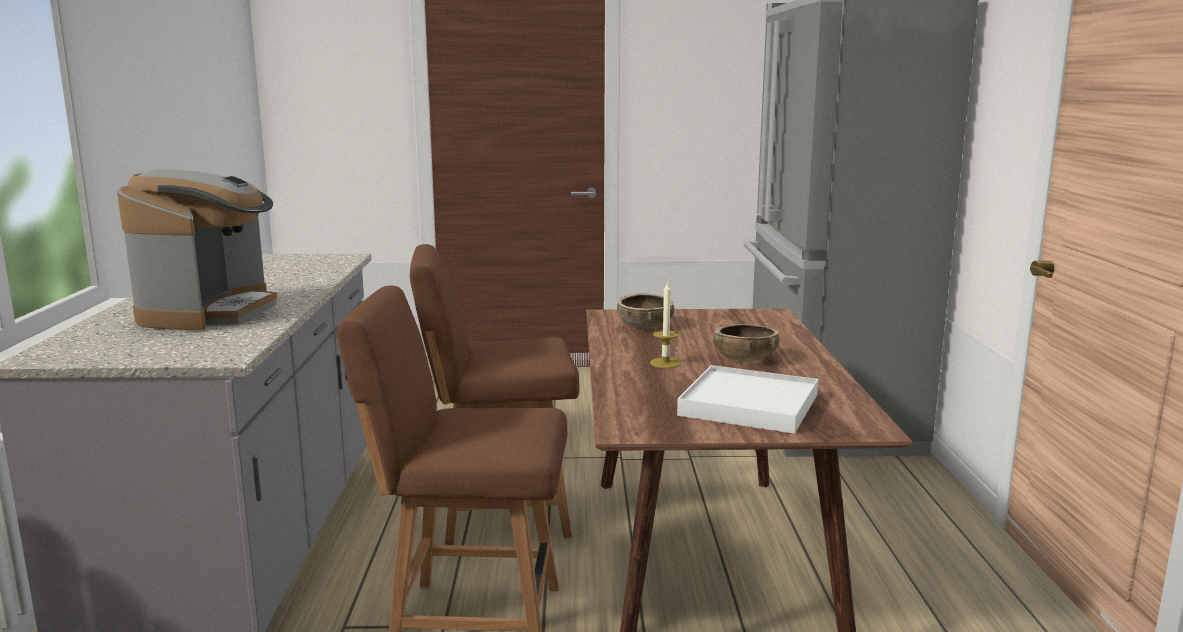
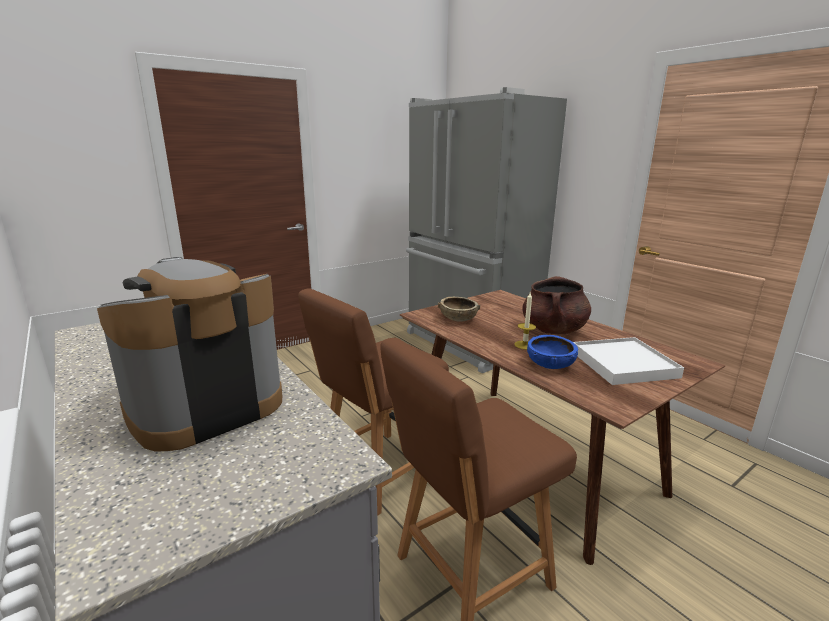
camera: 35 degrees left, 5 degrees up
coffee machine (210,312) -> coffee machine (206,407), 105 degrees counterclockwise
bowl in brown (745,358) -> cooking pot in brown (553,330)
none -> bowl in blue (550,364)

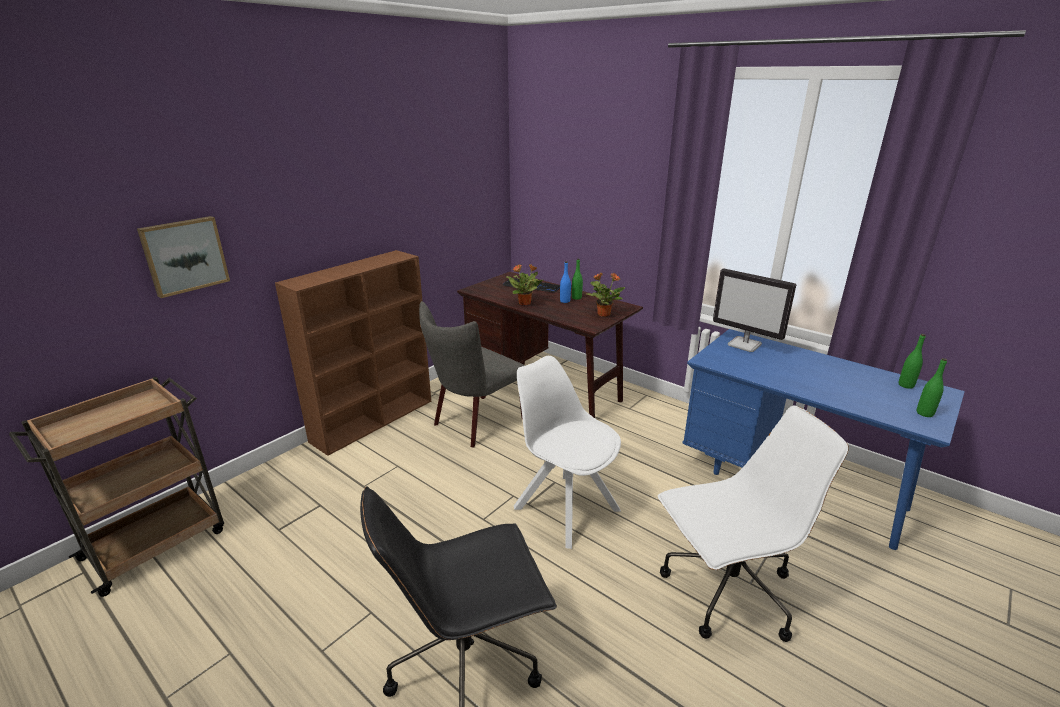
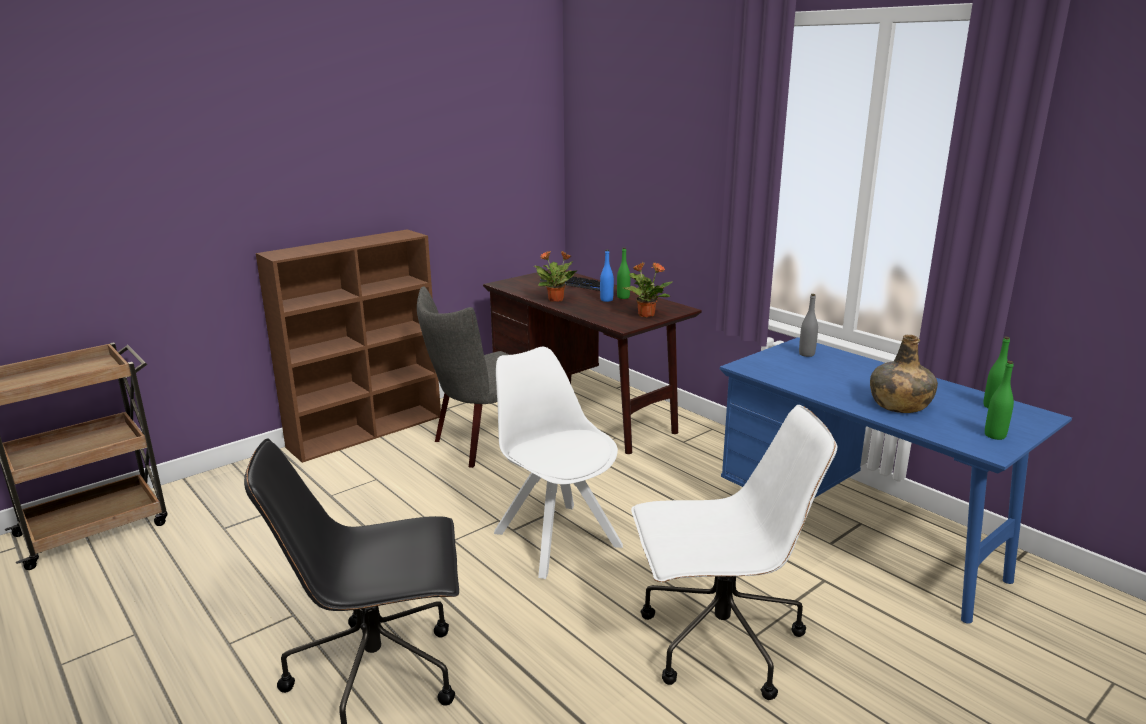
camera: 10 degrees right, 5 degrees down
picture (184,255) -> none
monitor (745,345) -> bottle in grey (806,354)
none -> bottle in green (899,405)

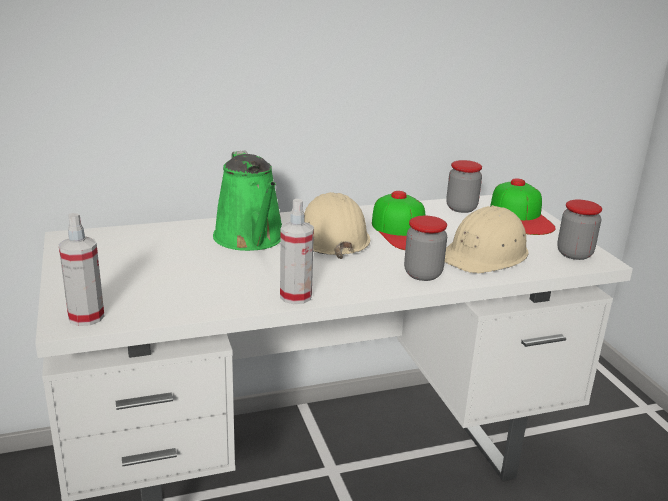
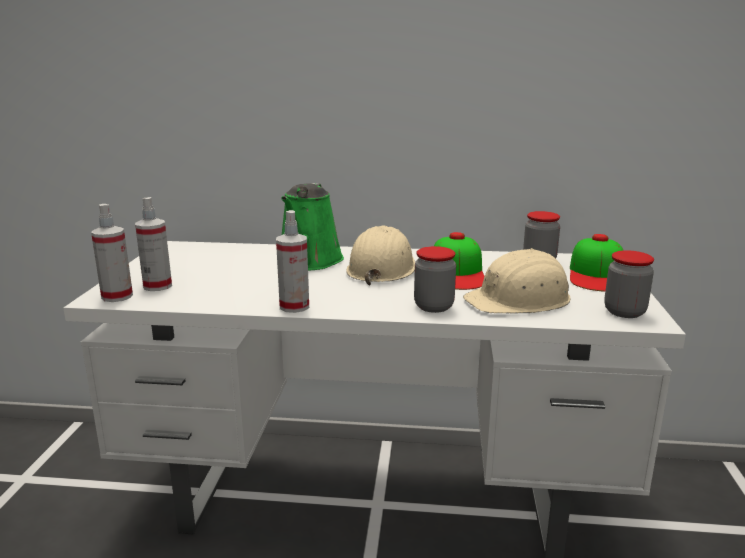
camera: 25 degrees right, 5 degrees down
none -> spray bottle (157,286)

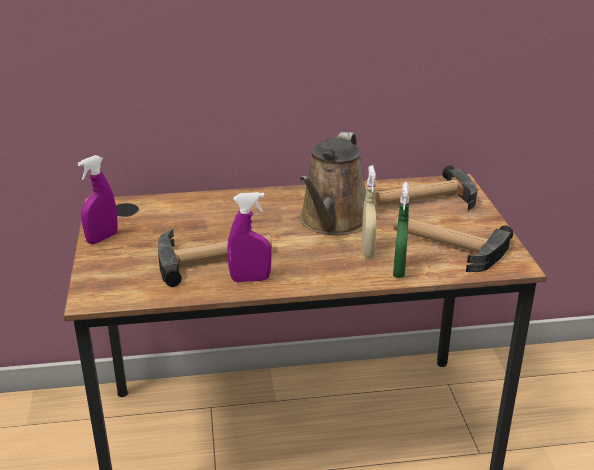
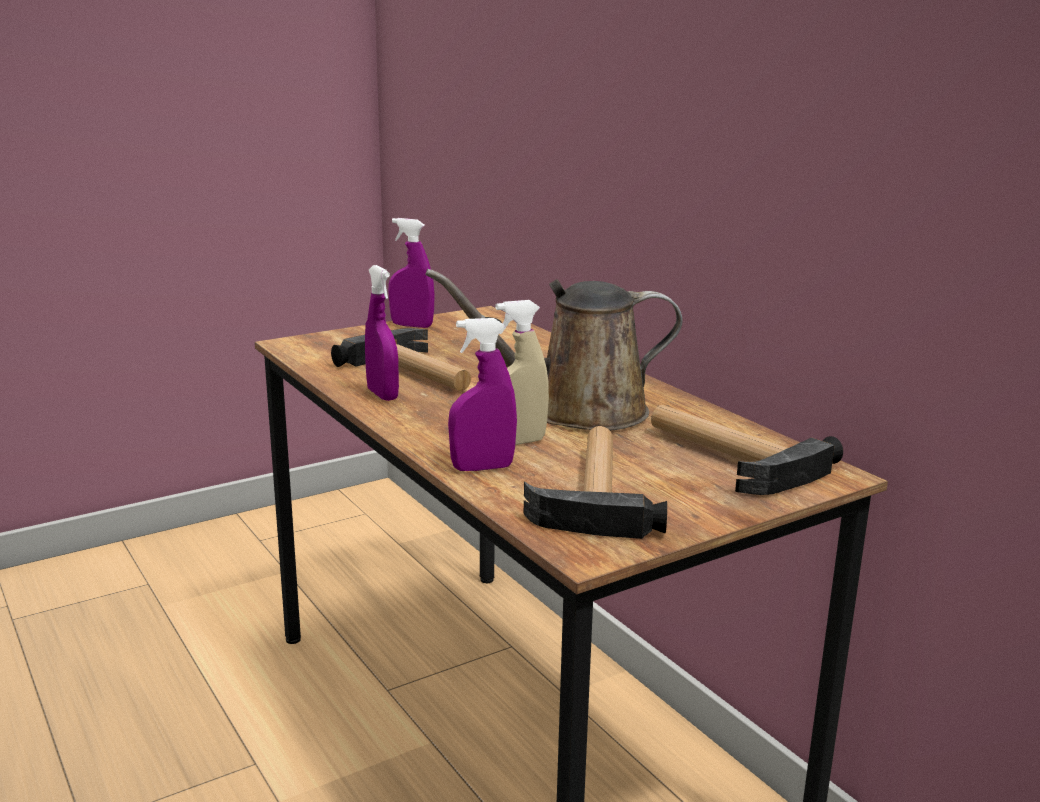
camera: 65 degrees right, 10 degrees down
spray bottle in green (399,270) -> spray bottle in purple (482,468)

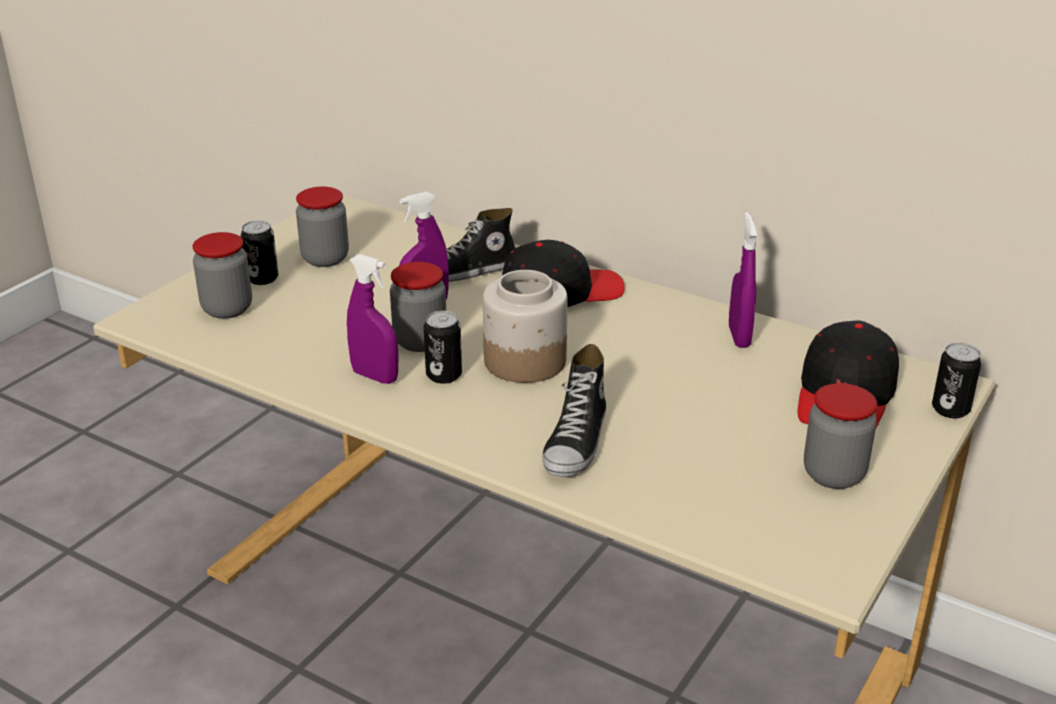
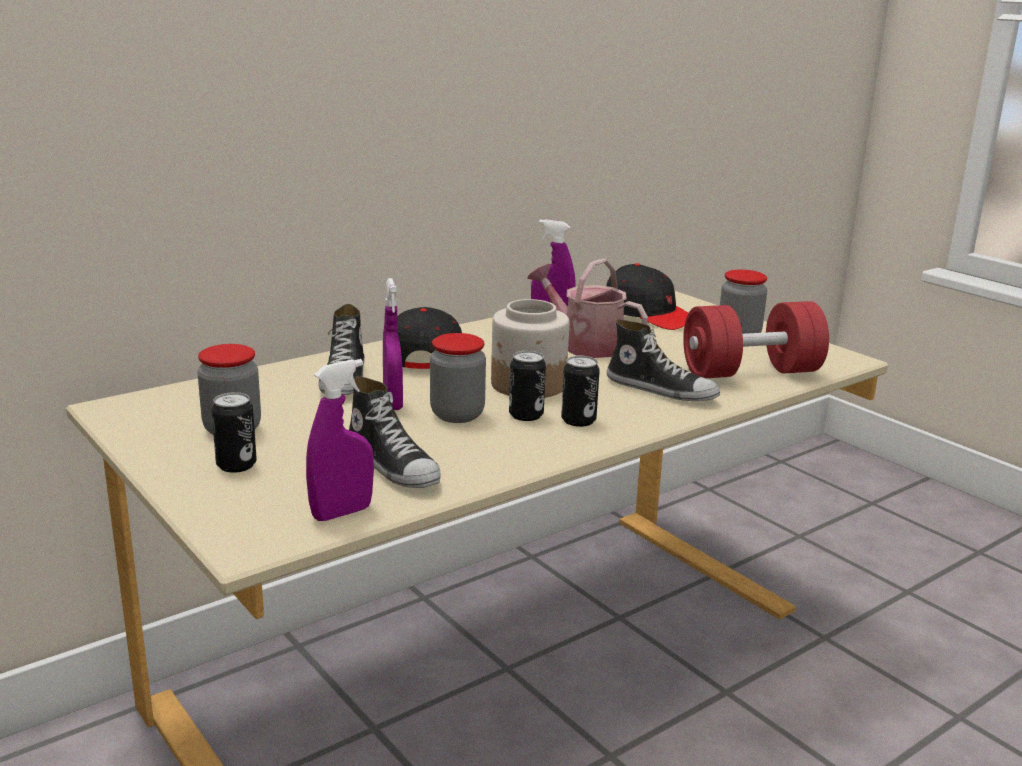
camera: 70 degrees left, 10 degrees down
jar (227,309) -> none
spray bottle in purple (375,376) -> spray bottle in purple (342,513), moved
can (950,409) -> can (578,420), moved
none -> shoe (393,466)
none -> watering can (584,345)
none -> dumbbell in red (750,372)

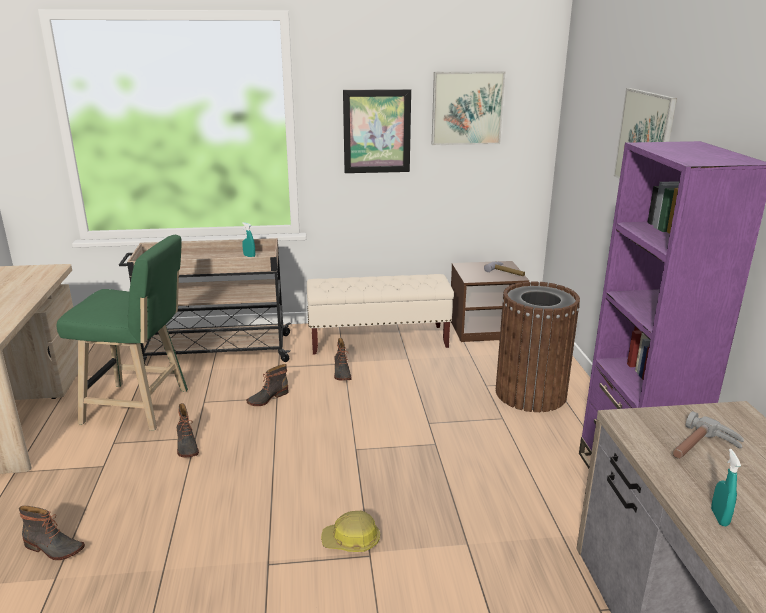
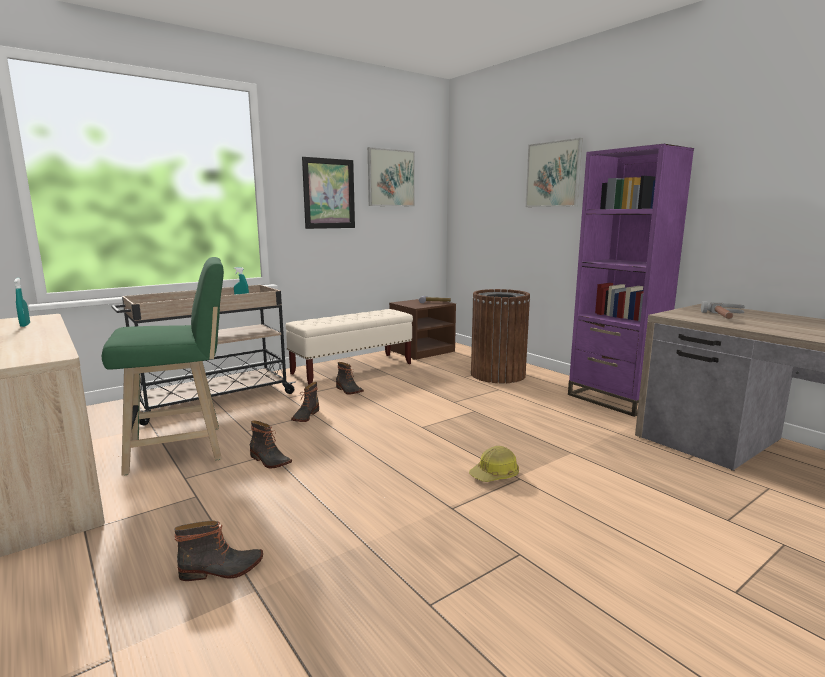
camera: 30 degrees left, 10 degrees down
spray bottle in turquoise (719,517) -> spray bottle in turquoise (25,325), moved

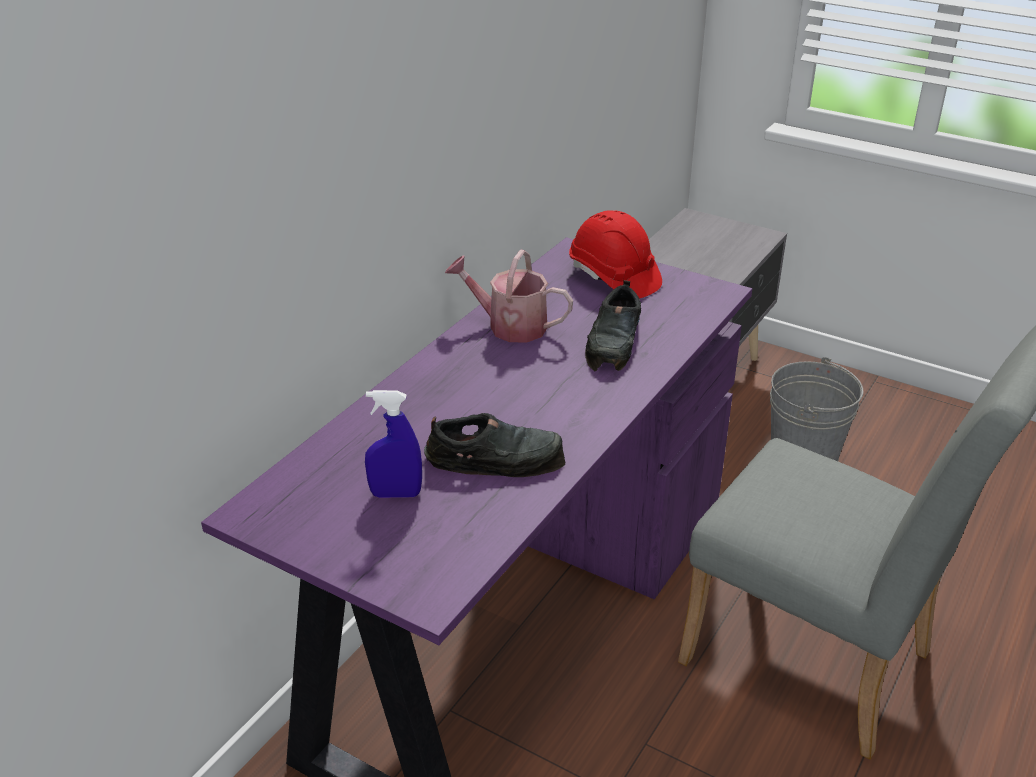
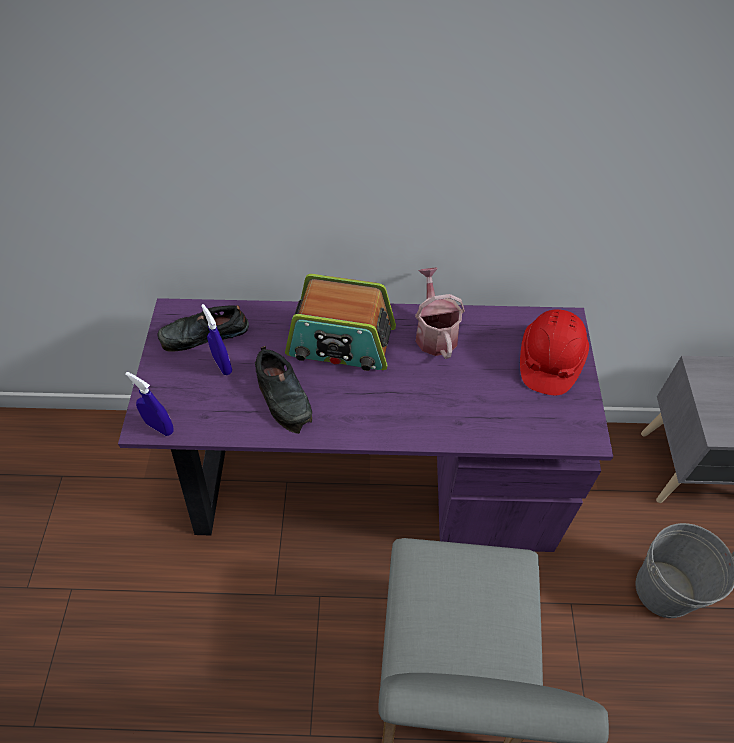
camera: 60 degrees right, 20 degrees up
shoe in black (614,341) -> shoe in black (203,335), moved
none -> spray bottle in blue (160,427)
none -> radio (341,342)

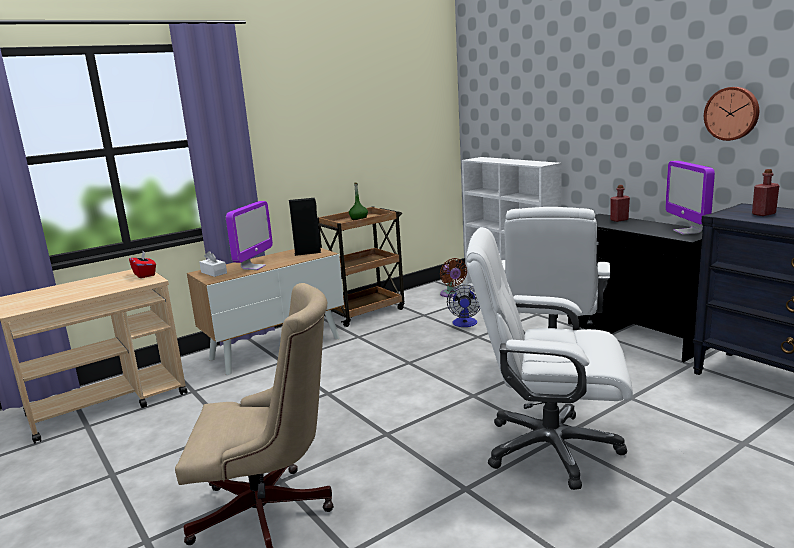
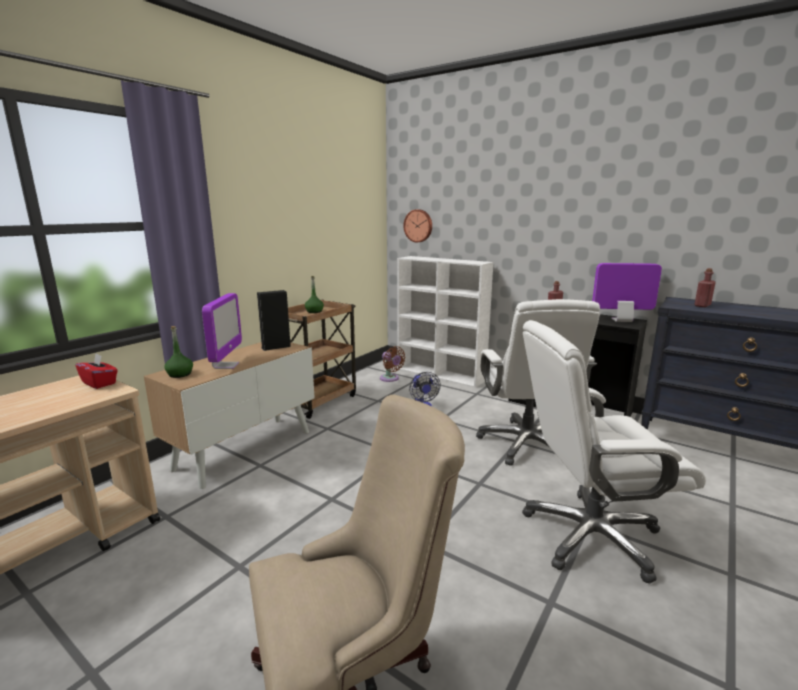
camera: 20 degrees left, 0 degrees up
tissue box in white (214,273) -> bottle in green (180,374)
monitor (687,231) -> monitor (621,320), 120 degrees clockwise
wall clock (732,113) -> wall clock (418,226), moved

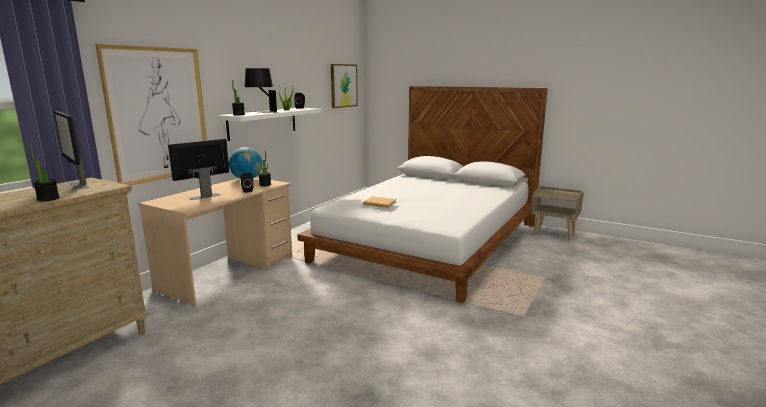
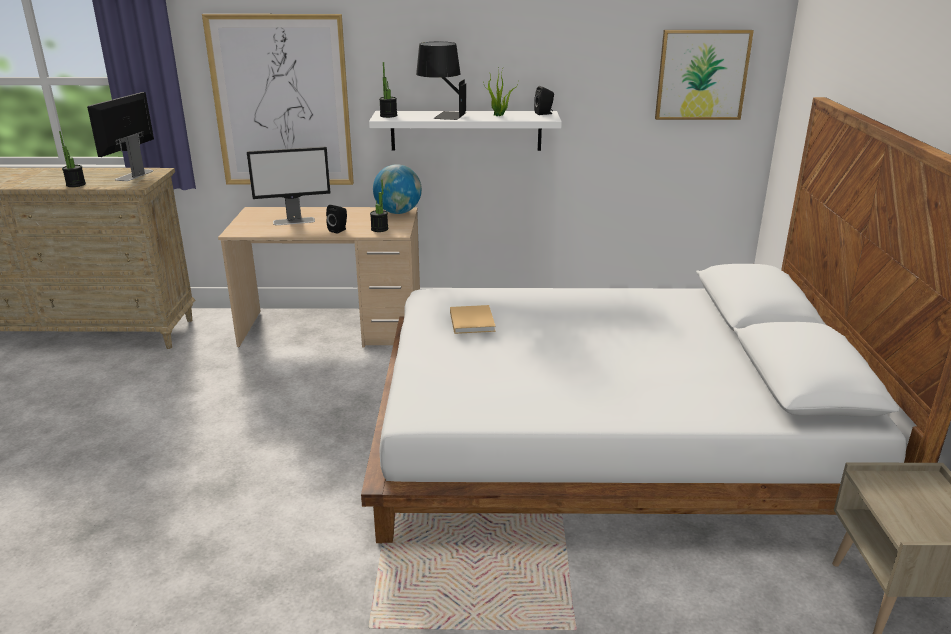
camera: 60 degrees right, 10 degrees up
monitor (205,196) -> monitor (294,221), 150 degrees clockwise

